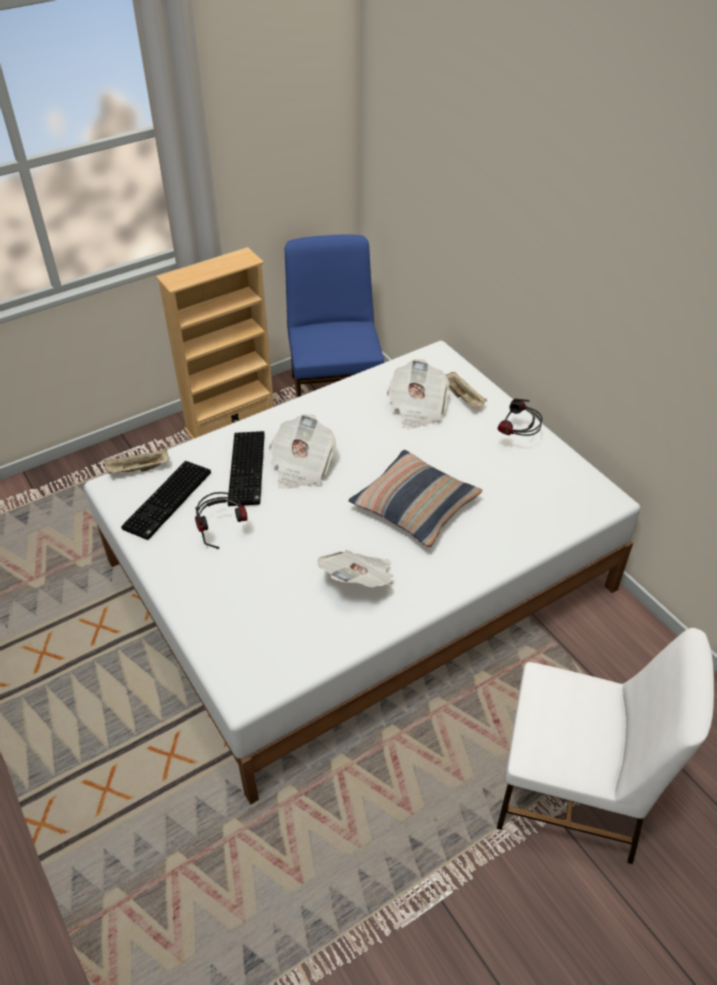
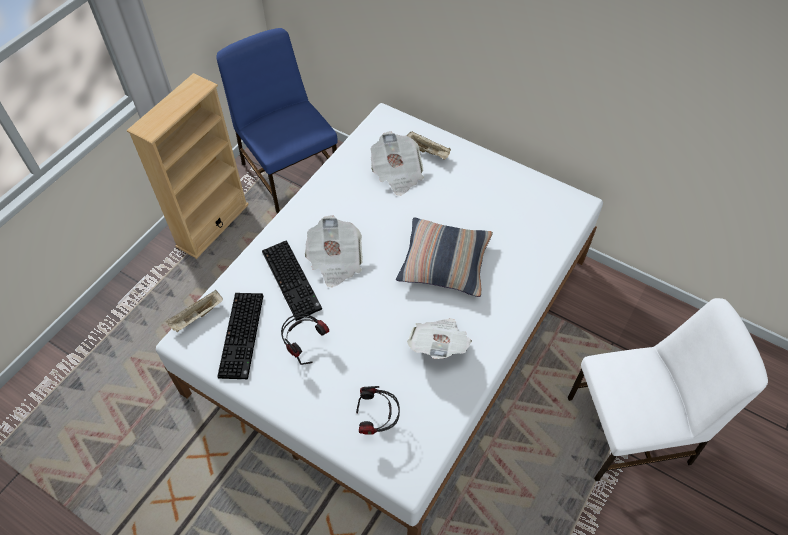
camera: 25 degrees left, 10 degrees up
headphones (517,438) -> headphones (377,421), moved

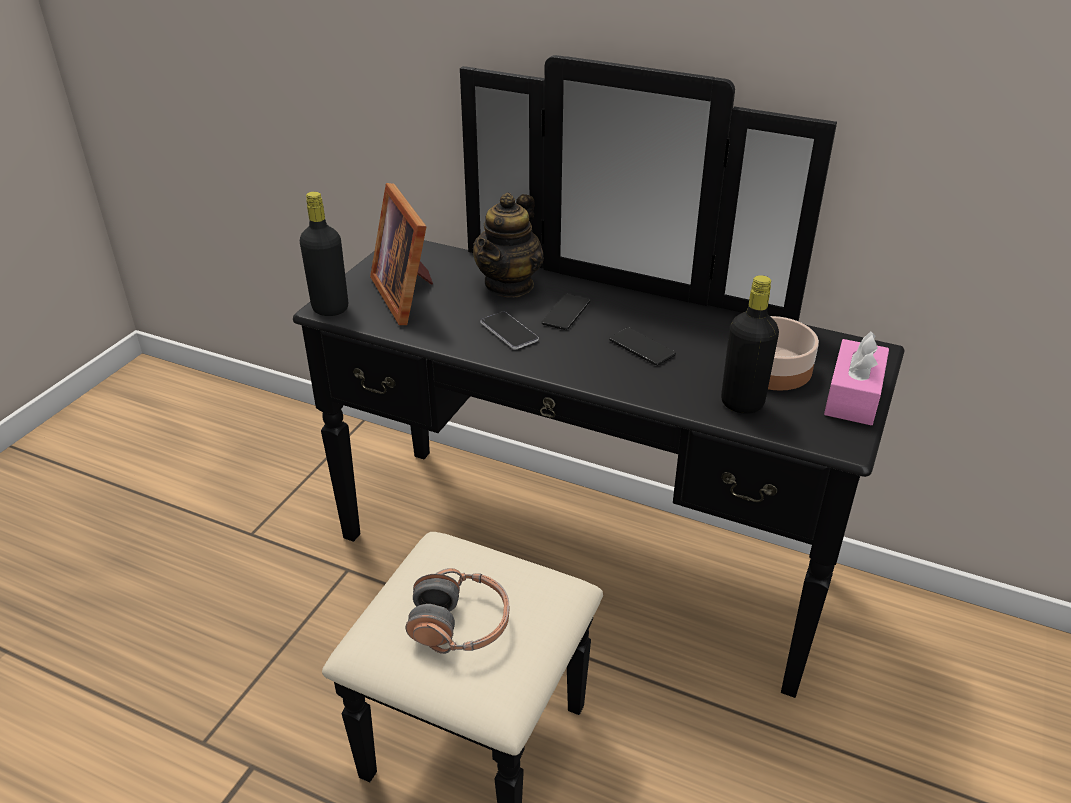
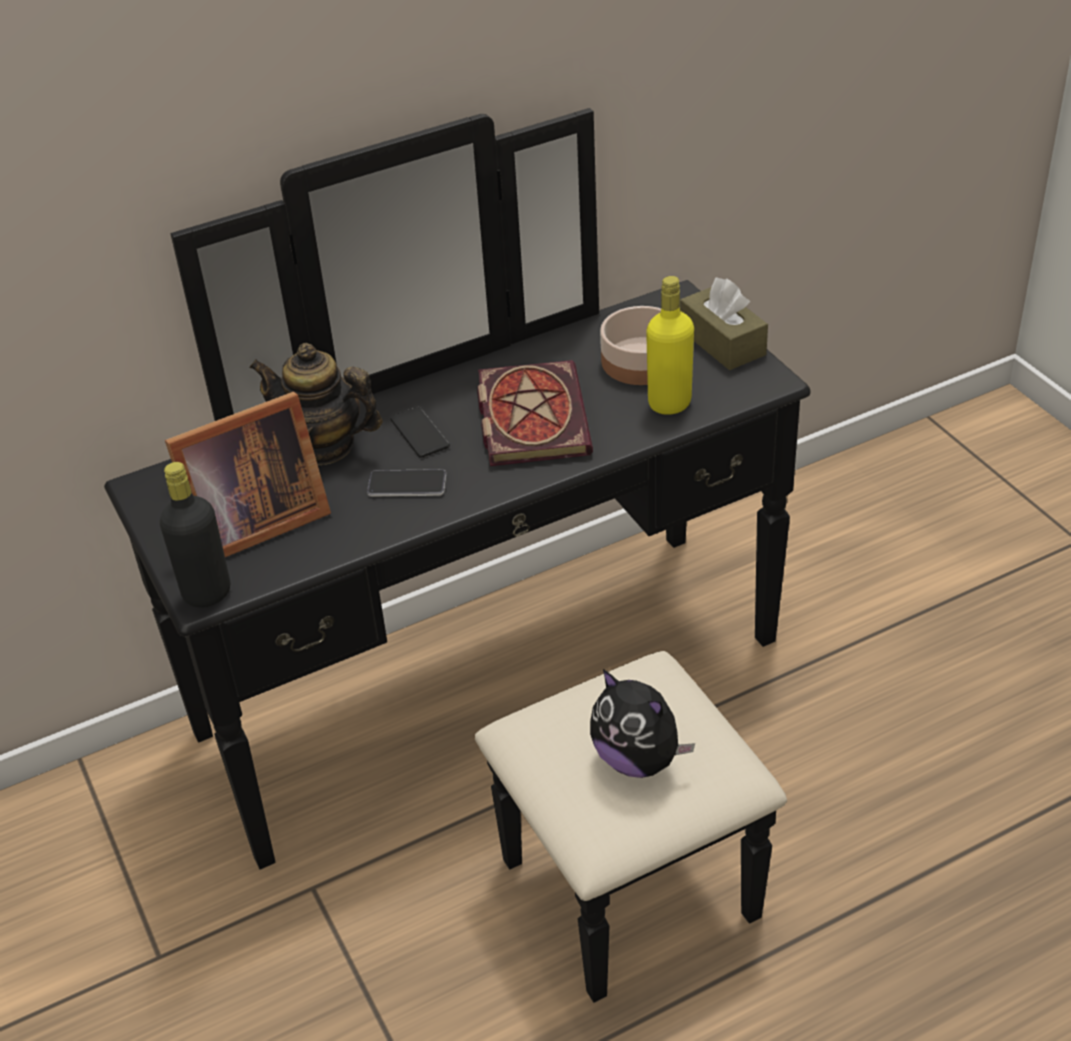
camera: 50 degrees left, 5 degrees up
picture frame (408,294) -> picture frame (251,524), 45 degrees counterclockwise
headphones (460,625) -> plush toy (638,759)
teapot (509,285) -> teapot (324,446), 135 degrees clockwise
phone (641,347) -> book (530,416)
bottle in black (742,403) -> bottle in yellow (669,403)
tissue box in pink (853,396) -> tissue box in brown (722,342)

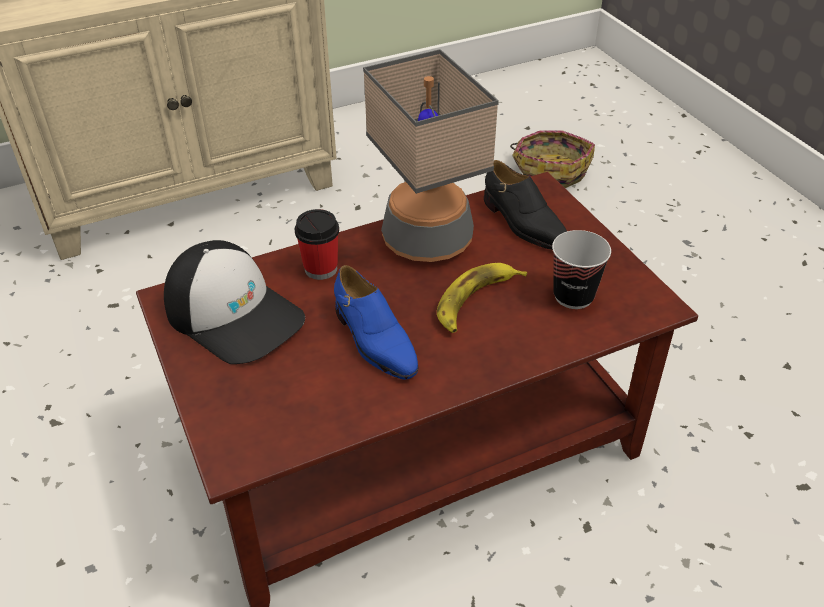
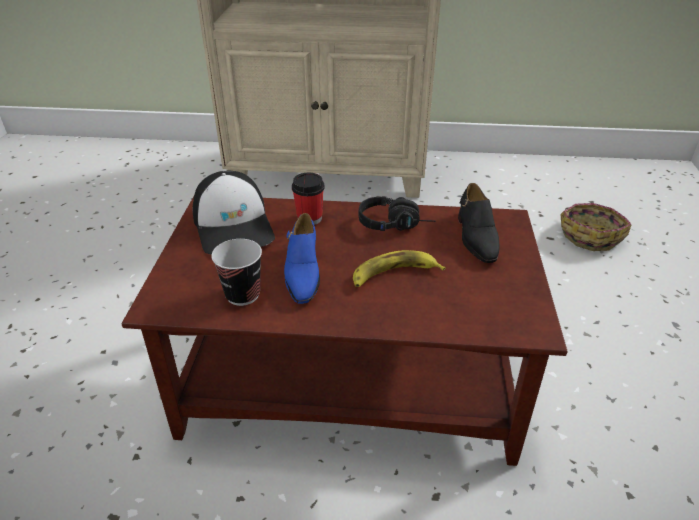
camera: 30 degrees right, 5 degrees down
table lamp (427,239) -> headphones in black (395,224)
cup (573,296) -> cup (243,294), moved

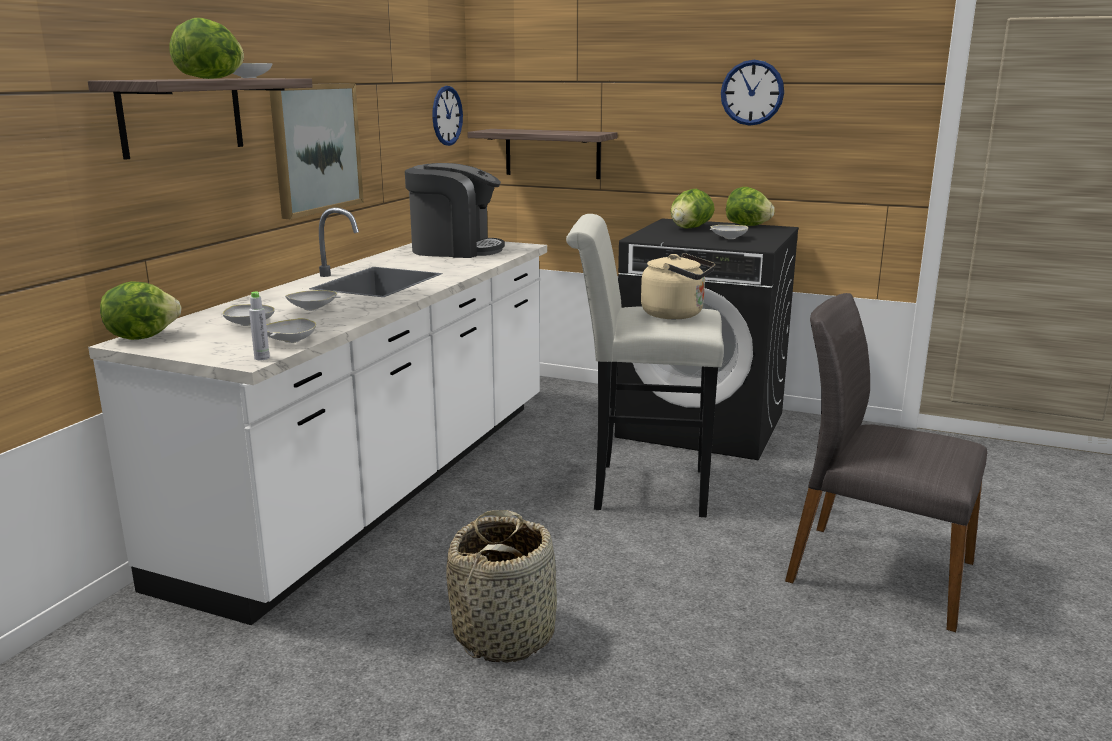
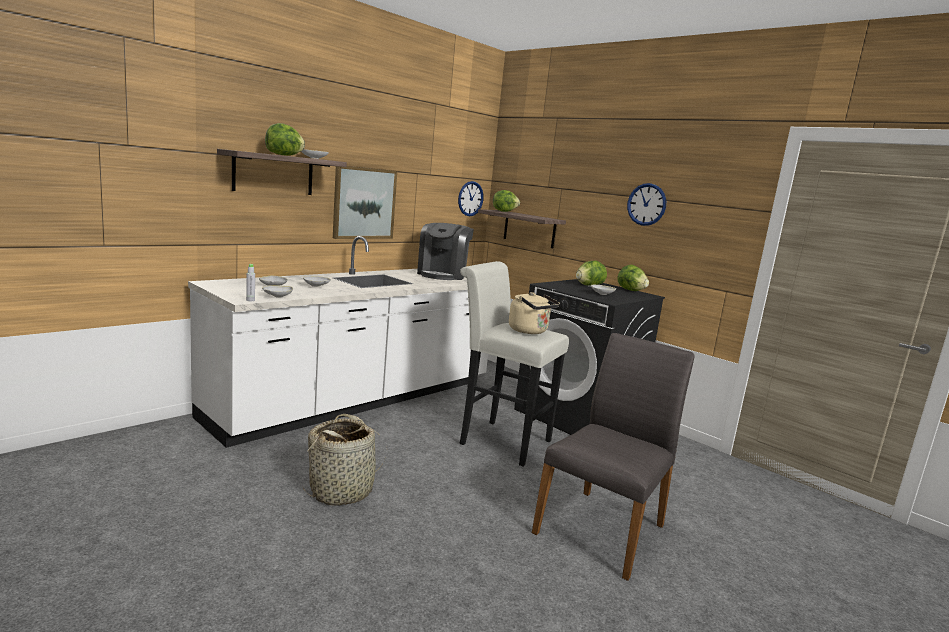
camera: 20 degrees right, 5 degrees down
lettuce (142,337) -> lettuce (504,211), moved
coffee machine (455,249) -> coffee machine (443,274), 75 degrees clockwise
chair in grey (877,572) -> chair in grey (602,529), 75 degrees clockwise

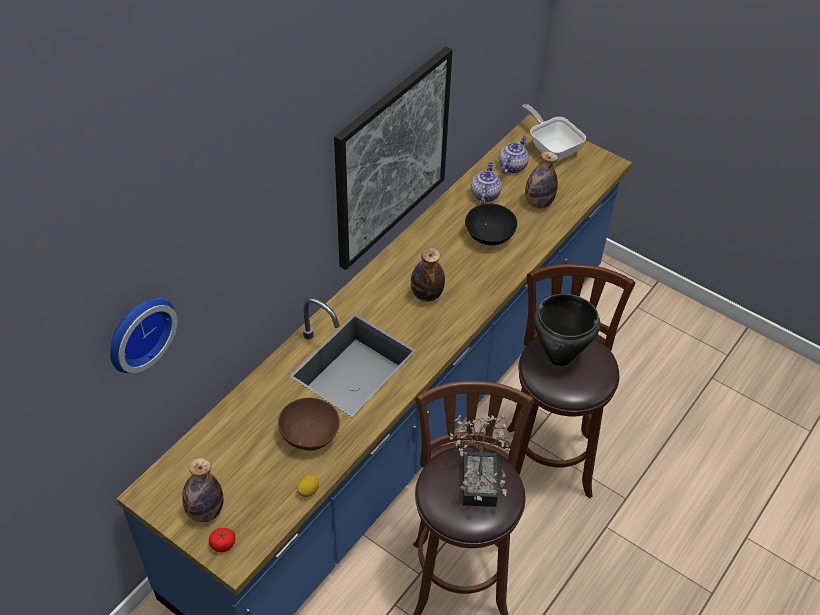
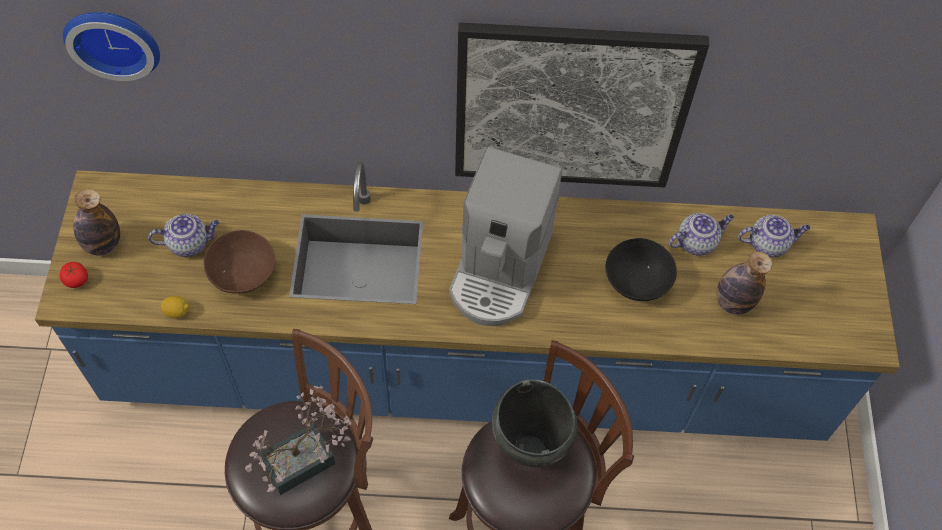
camera: 55 degrees right, 10 degrees up
bottle (426,295) -> coffee machine (499,270)
frying pan (551,148) -> none
none -> teapot (189,243)

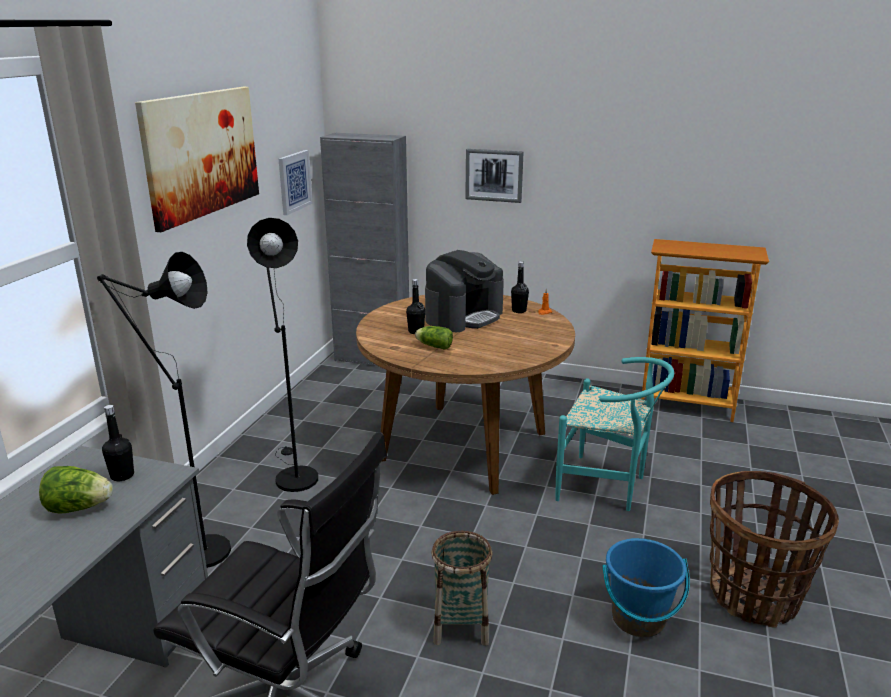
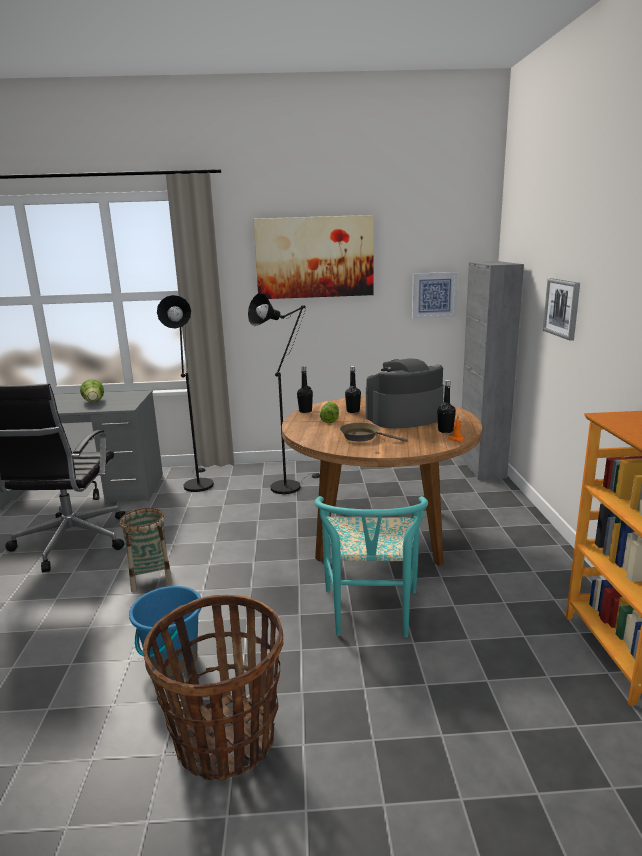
camera: 70 degrees right, 5 degrees down
bottle in black (122,476) -> bottle in black (305,411), moved
coffee machine (464,316) -> coffee machine (404,417), 135 degrees clockwise
none -> frying pan in brown (363,437)

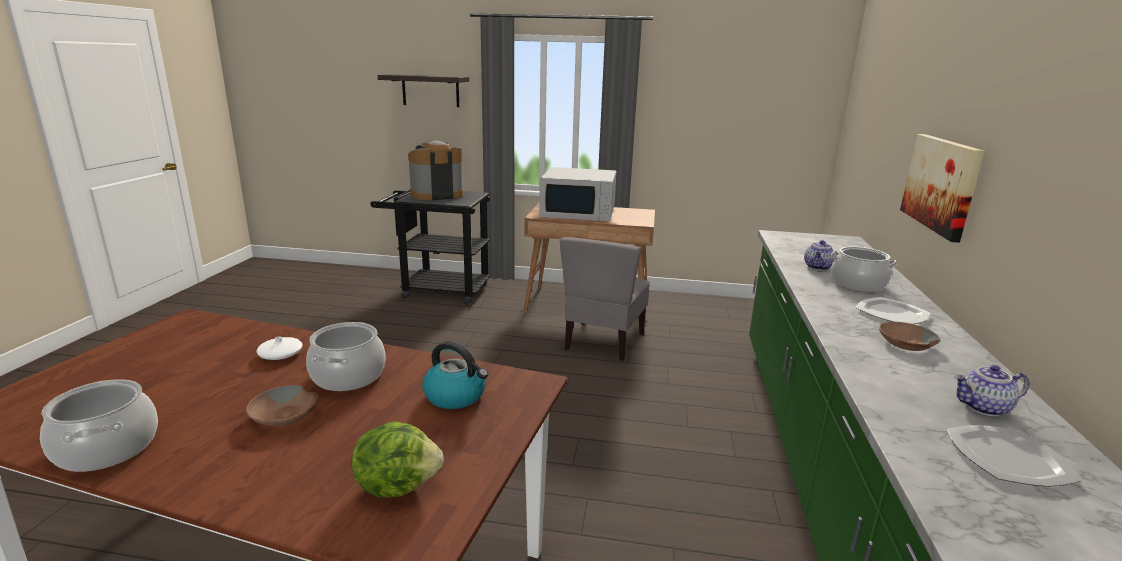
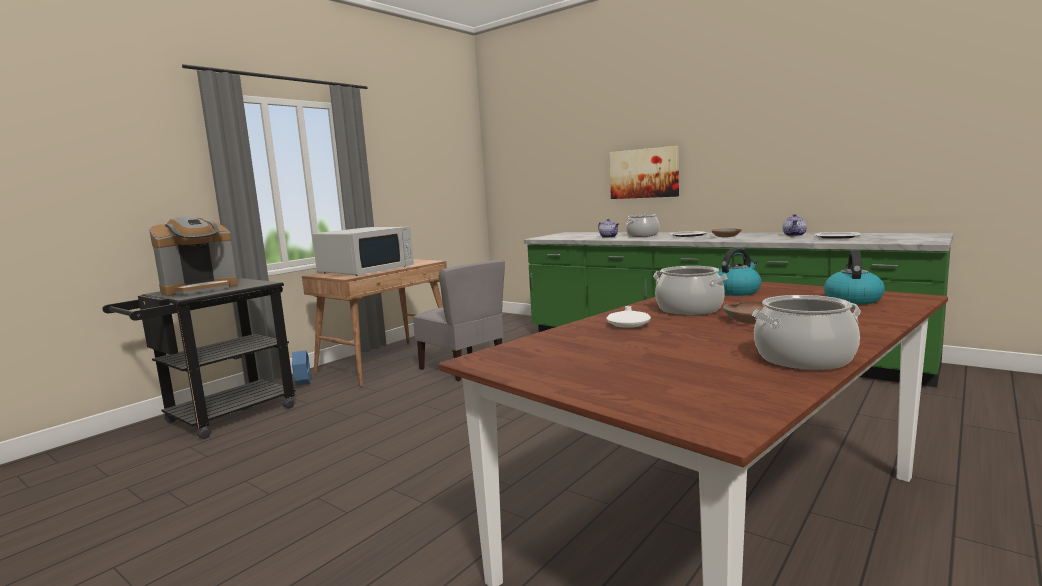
camera: 60 degrees left, 10 degrees down
lettuce (398,485) -> kettle (852,300)
shelf (430,90) -> none
coffee machine (436,195) -> coffee machine (200,289), 135 degrees counterclockwise
none -> planter in blue (303,384)

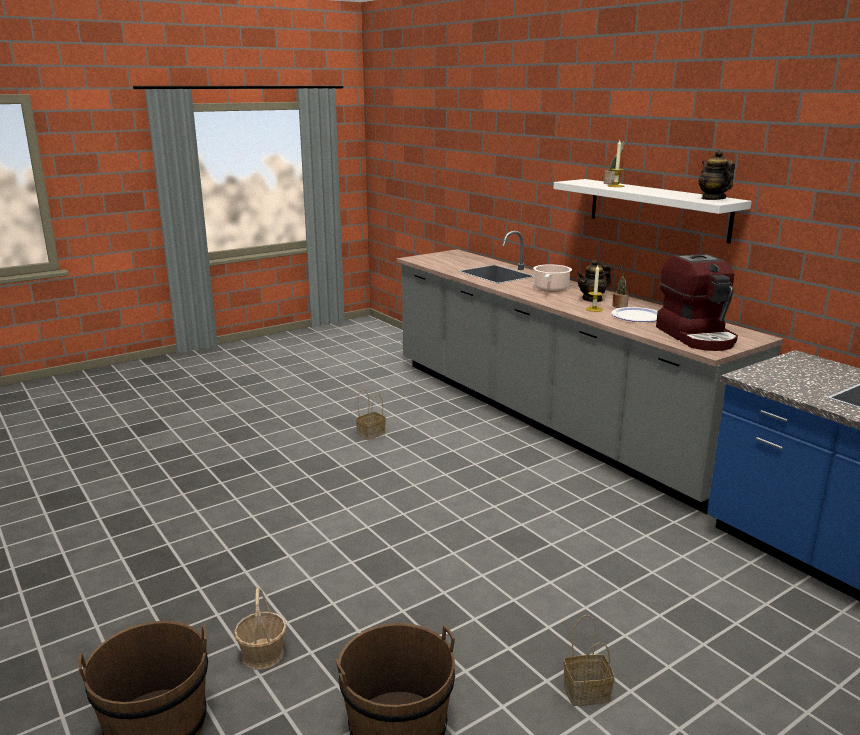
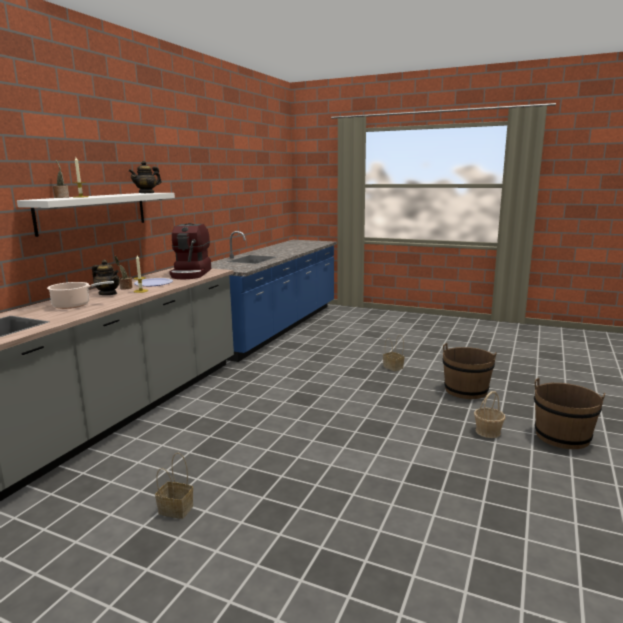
camera: 120 degrees left, 5 degrees down
coffee machine (697,336) -> coffee machine (191,273), 135 degrees clockwise

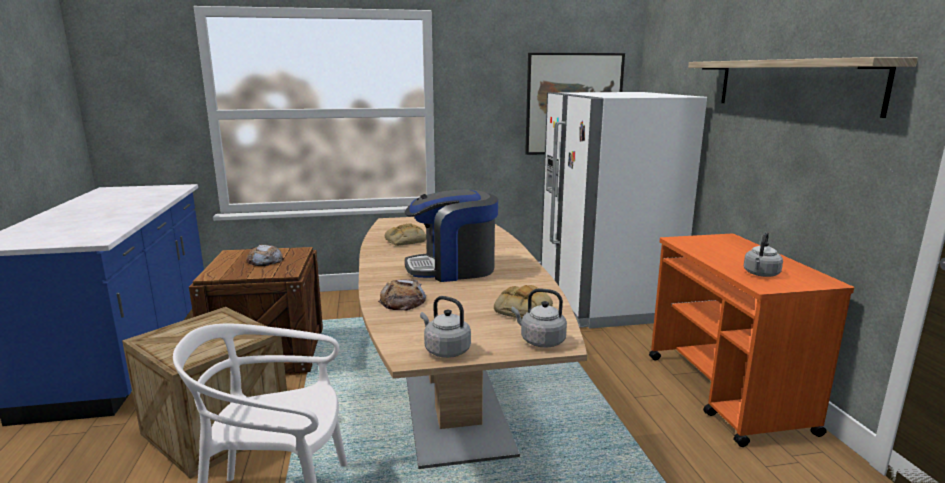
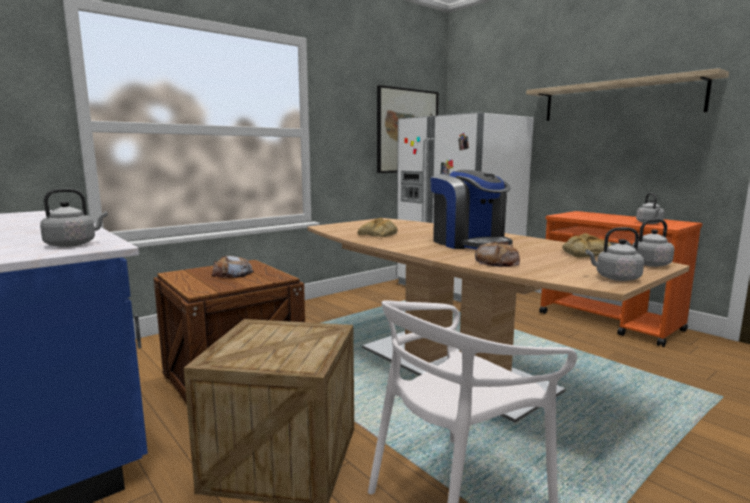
camera: 30 degrees left, 5 degrees down
coffee machine (453,268) -> coffee machine (469,243), 75 degrees counterclockwise
none -> kettle in grey (73,244)

